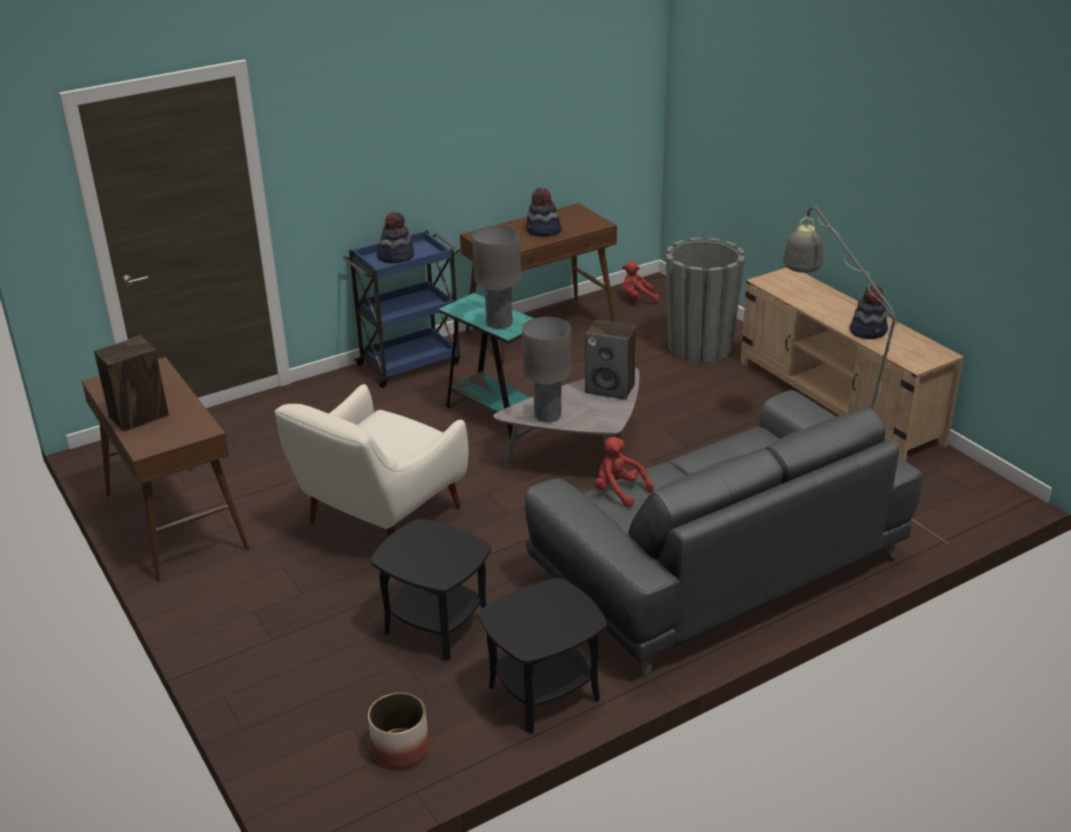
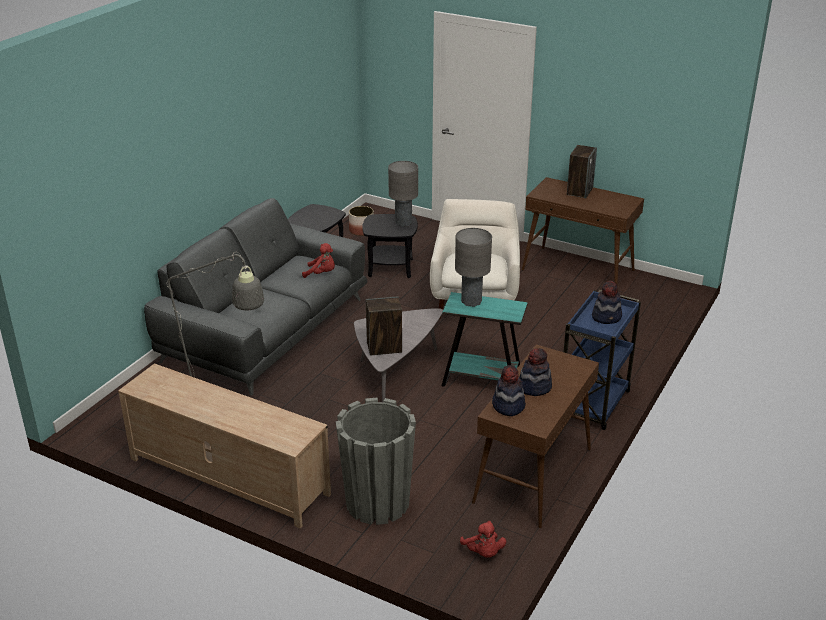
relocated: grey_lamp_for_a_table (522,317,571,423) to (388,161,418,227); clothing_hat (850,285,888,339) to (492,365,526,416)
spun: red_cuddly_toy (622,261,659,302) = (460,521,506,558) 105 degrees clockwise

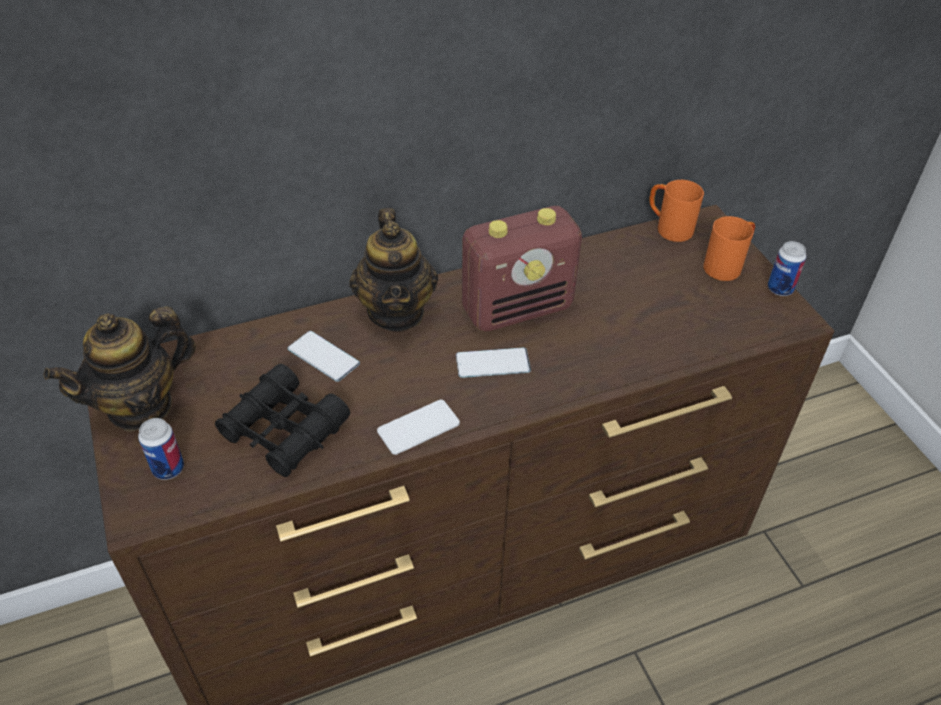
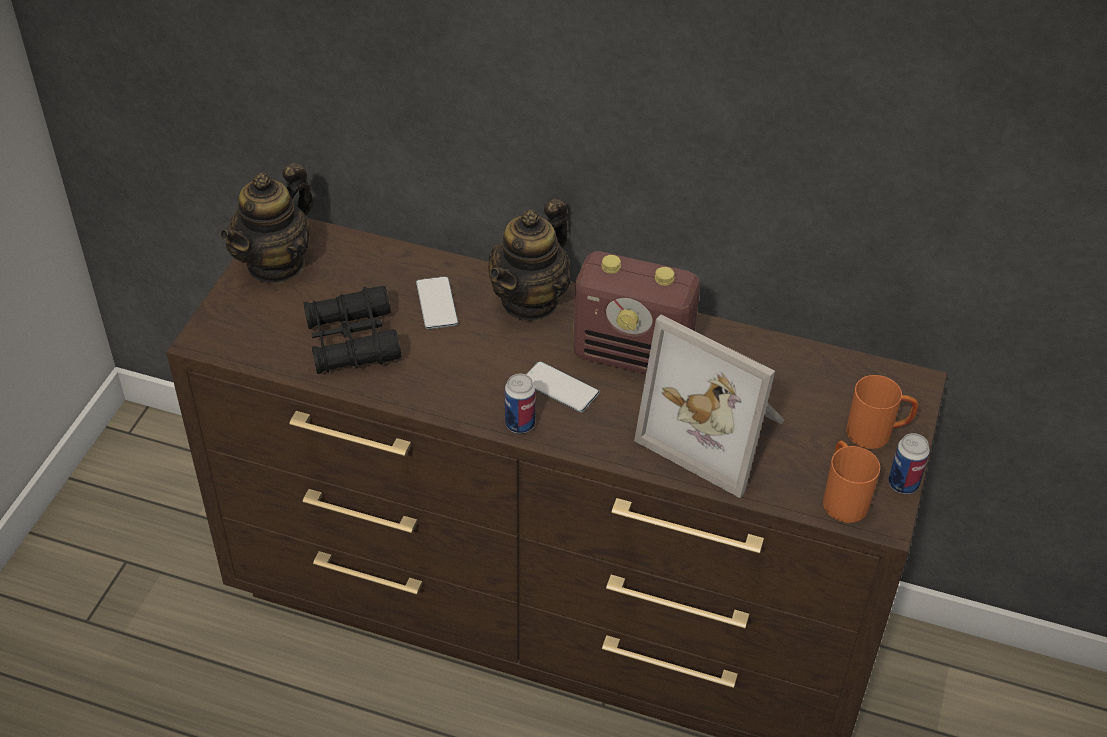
missing: handset (377,400,460,455)
appeared: picture_frame (634,315,785,498)
relocated: metal_can (138,418,184,480) to (505,374,536,433); orange_tea_mug (649,180,704,242) to (823,441,880,523)
spun: pot_for_tea (44,306,196,432) = (220,163,313,284) 60 degrees counterclockwise

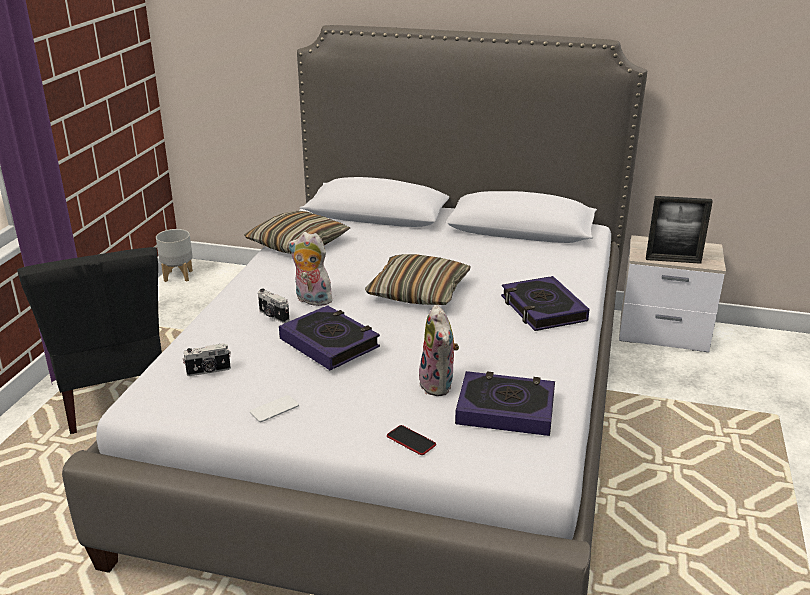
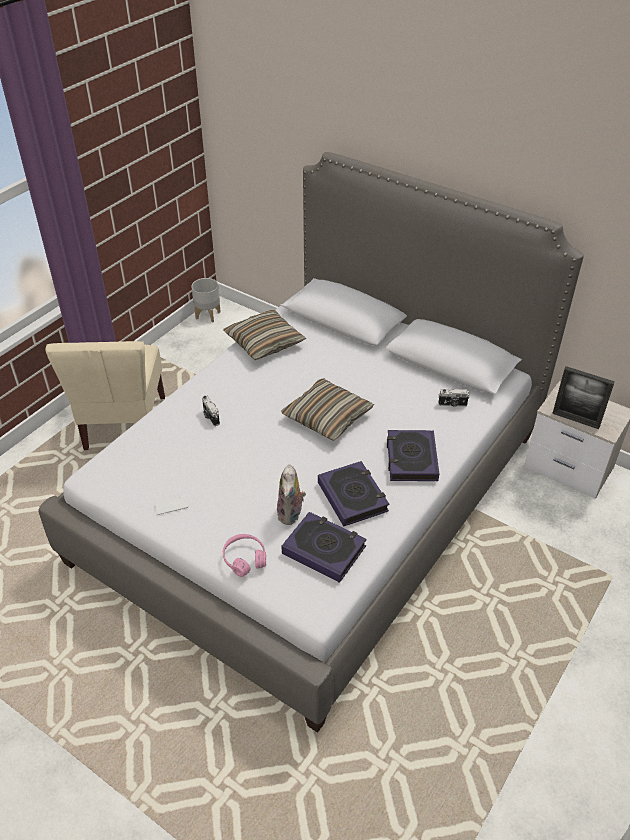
missing: cuddly_toy (288,232,332,306)
relocated: still_camera (183,343,231,376) to (439,389,470,407); book (279,305,380,370) to (318,461,390,527)
exchanged: handset (387,425,436,455) to pinkish_pair_of_headphones (223,534,266,577)
colour: black_upright_chair (17,247,162,434) to beige-coloured_upright_chair (46,341,165,450)

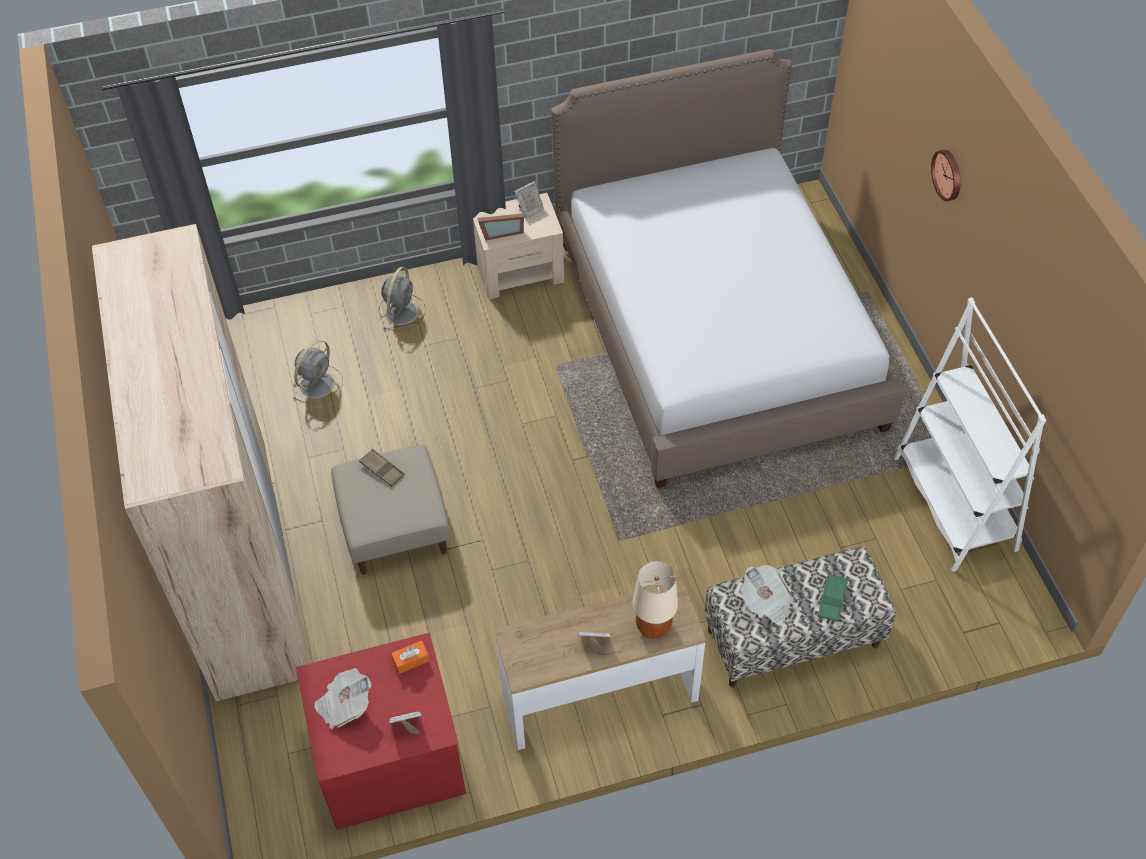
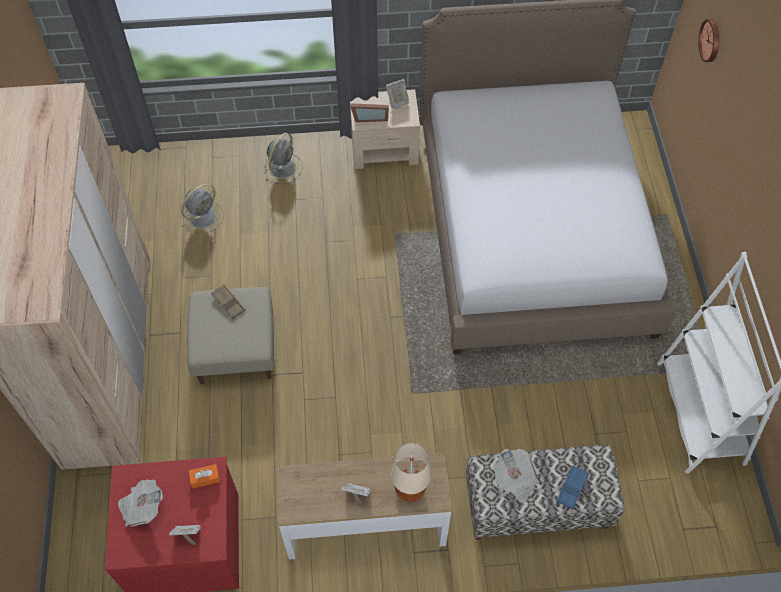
relocated: clock_on_the_wall (931,150,961,201) to (698,19,719,62)
colour: green-coloured_carrying_tray (818,574,848,622) to blue-coloured_carrying_tray (556,465,589,509)

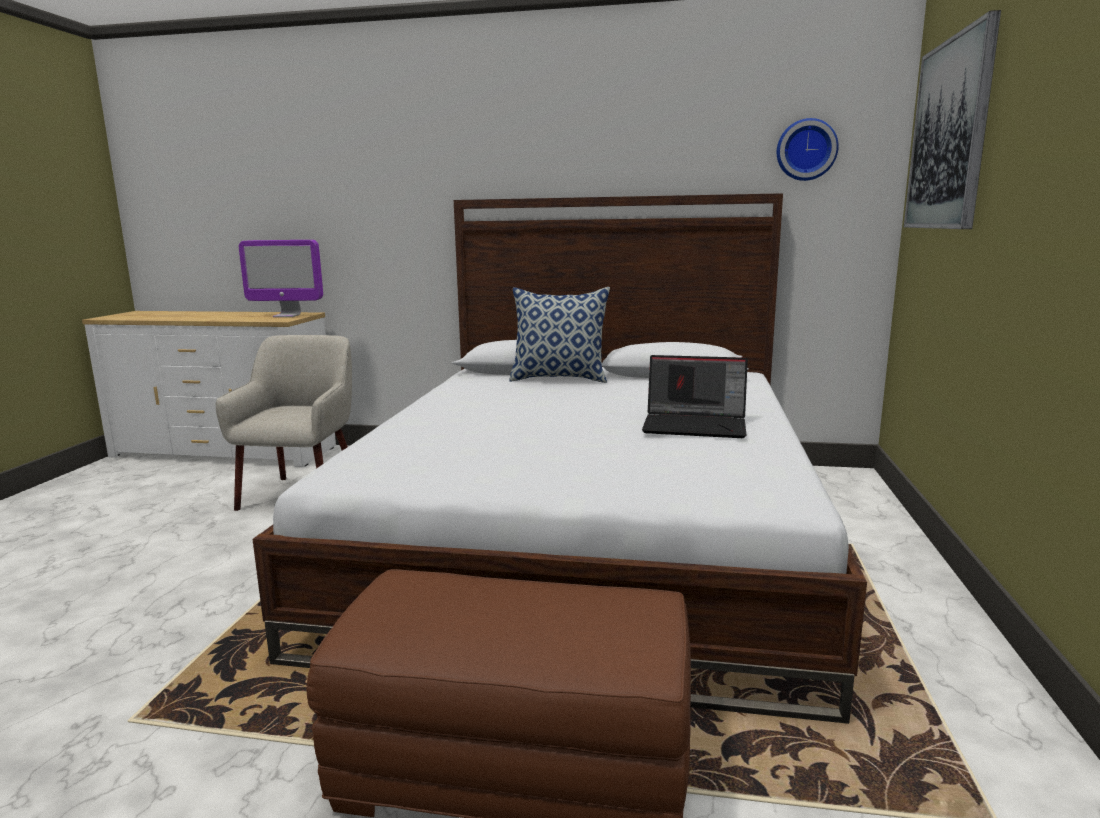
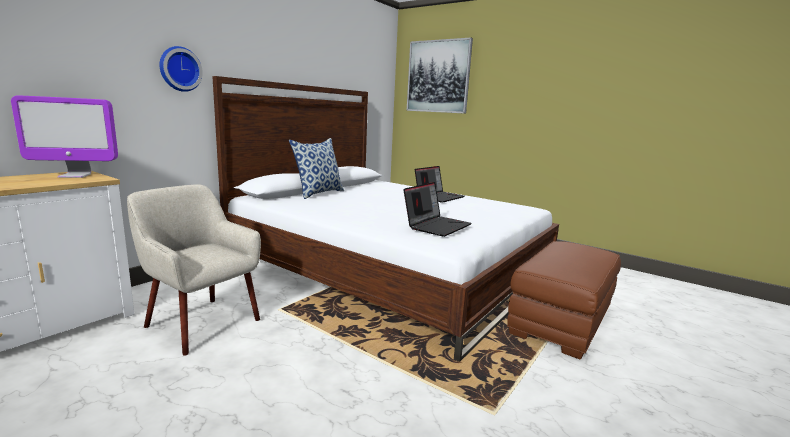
appeared: portable_computer (403,182,472,237)
relocated: clock_on_the_wall (777,118,839,181) to (159,46,203,92)
spun: monitor (239,240,323,317) = (11,95,118,178) 45 degrees clockwise

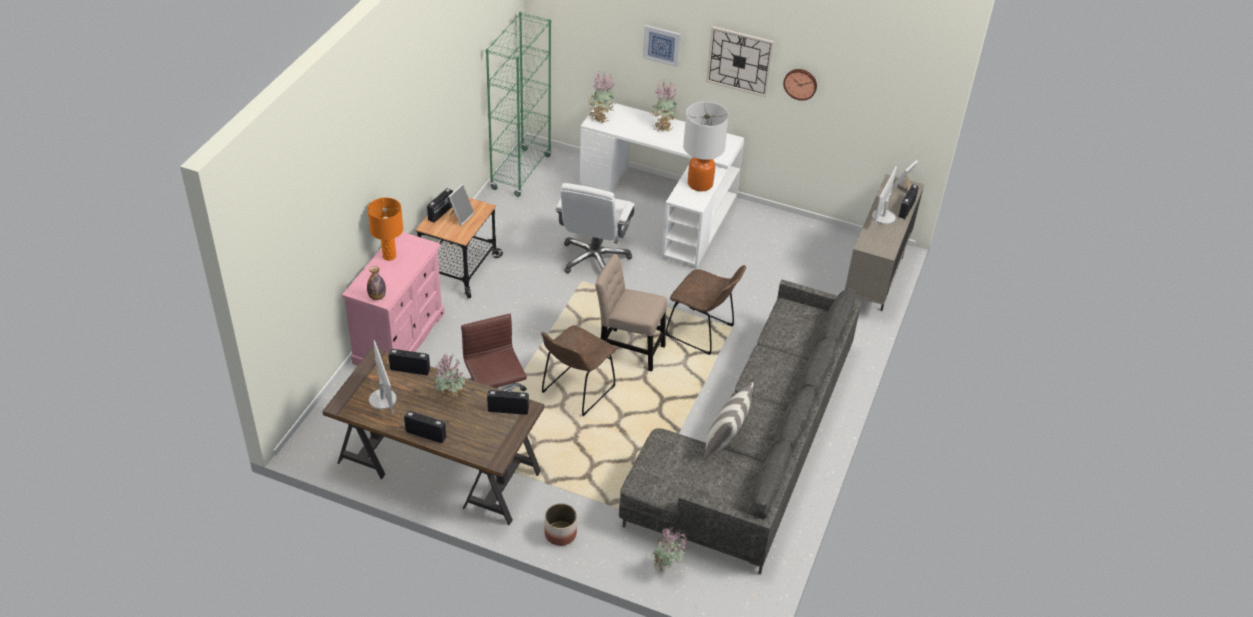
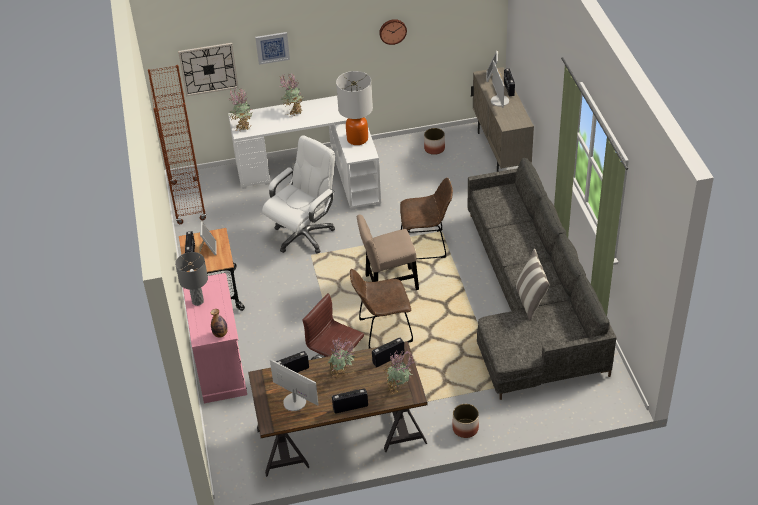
appeared: flower_pot (424,128,445,155)
relocated: plant_in_a_pot (651,526,687,571) to (383,350,415,392); clock_on_the_wall (706,26,774,97) to (178,43,239,97)
colour: orange_lamp_for_a_table (368,198,403,261) to grey_lamp_for_a_table (175,252,208,306); green-coloured_bookshelf (486,12,551,197) to brownish_bookshelf (148,65,207,224)
spun: brownish_upright_chair (541,326,616,416) = (350,269,413,349) 75 degrees clockwise; white_desk_chair (555,183,635,273) = (262,136,335,253) 120 degrees counterclockwise

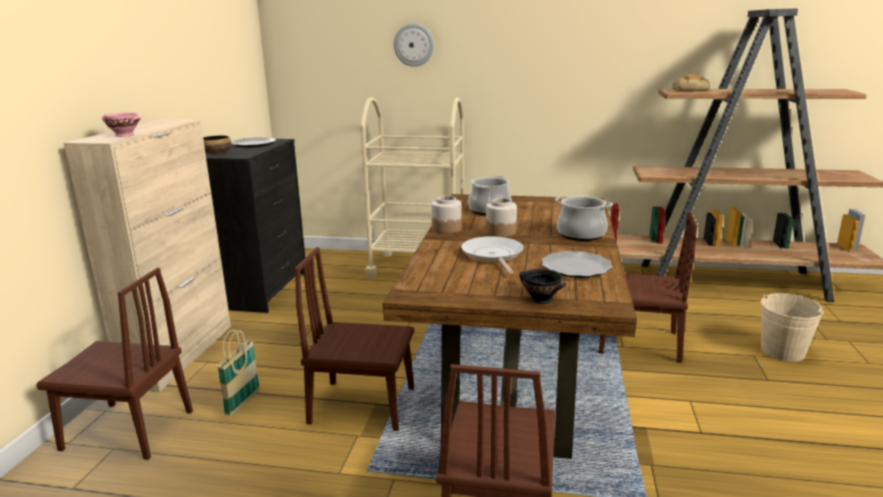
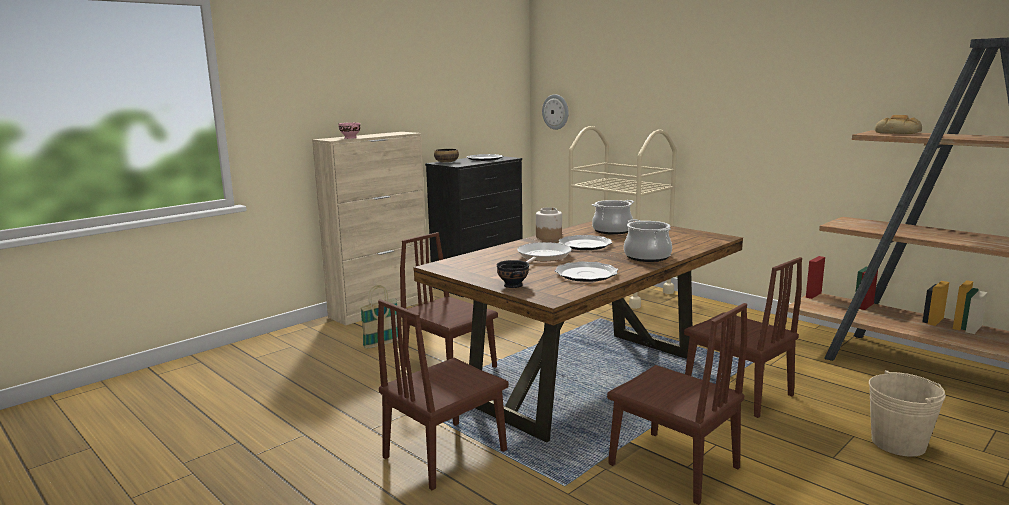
relocated: brownish_upright_chair (36,268,193,460) to (607,303,747,505); clock_on_the_wall (394,23,434,67) to (542,94,569,130)
exchanged: jar (486,198,517,237) to plate (559,235,612,250)

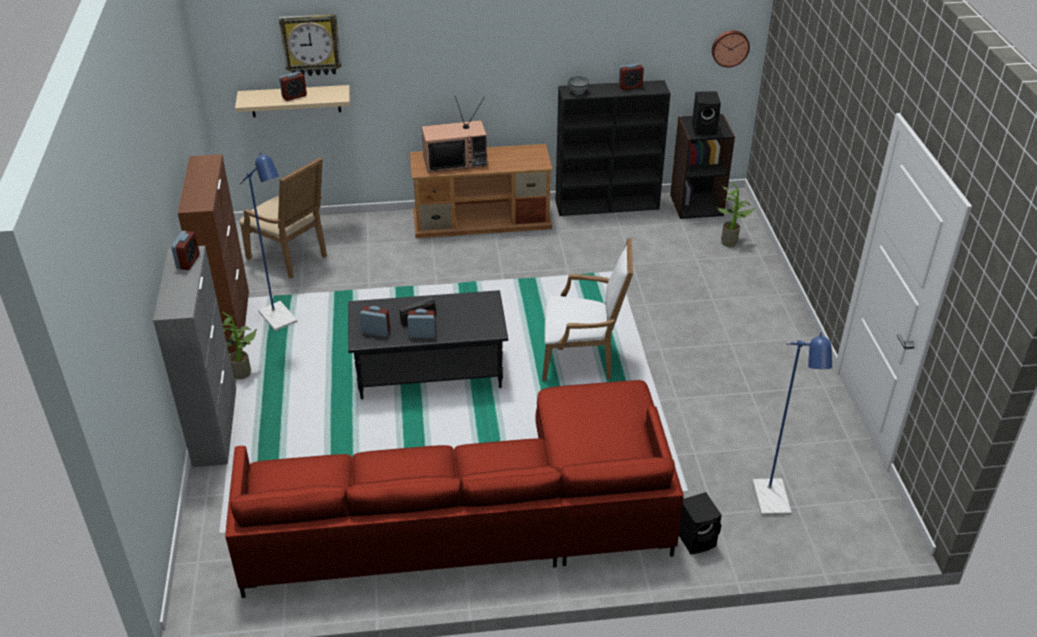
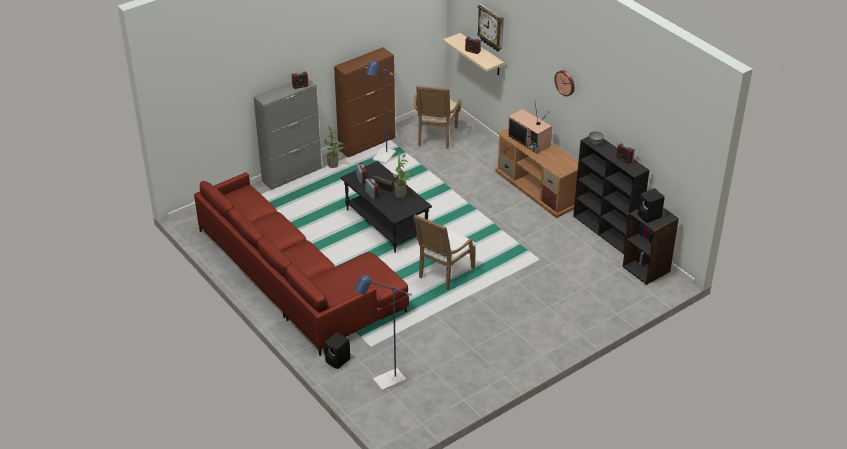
relocated: clock_on_the_wall (712,30,750,67) to (554,70,575,96); plant_in_a_pot (715,182,755,247) to (393,152,412,198)
spun: white_easy_chair (542,238,633,381) = (413,214,476,290) 60 degrees clockwise

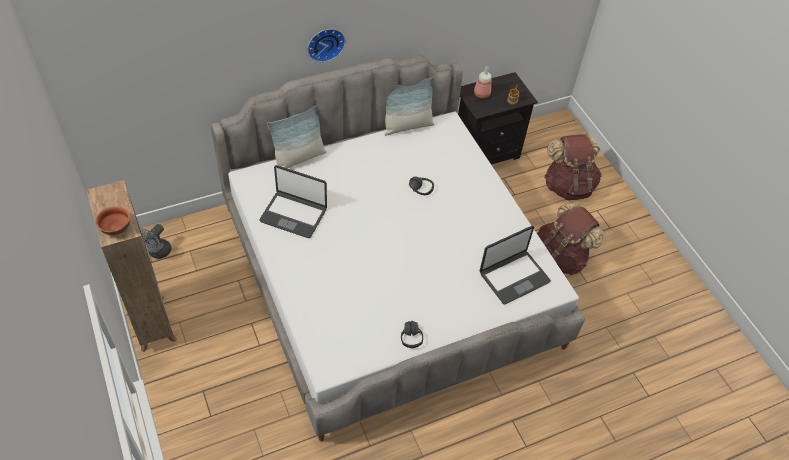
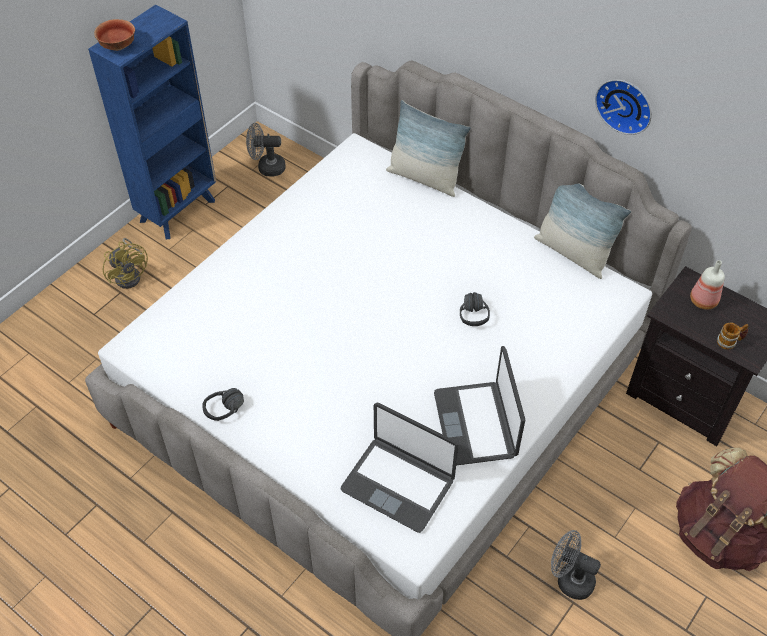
appeared: yellow-coloured_cooling_fan (103,238,148,289)
relocated: portable_computer (259,165,327,238) to (434,346,525,465); clock_on_the_wall (307,29,346,62) to (595,79,652,135)
exchanged: brownish_knapsack (537,203,605,275) to grey_cooling_fan (551,530,601,600)
colour: brownish_bookshelf (87,180,177,352) to blue-coloured_bookshelf (88,5,216,239)

